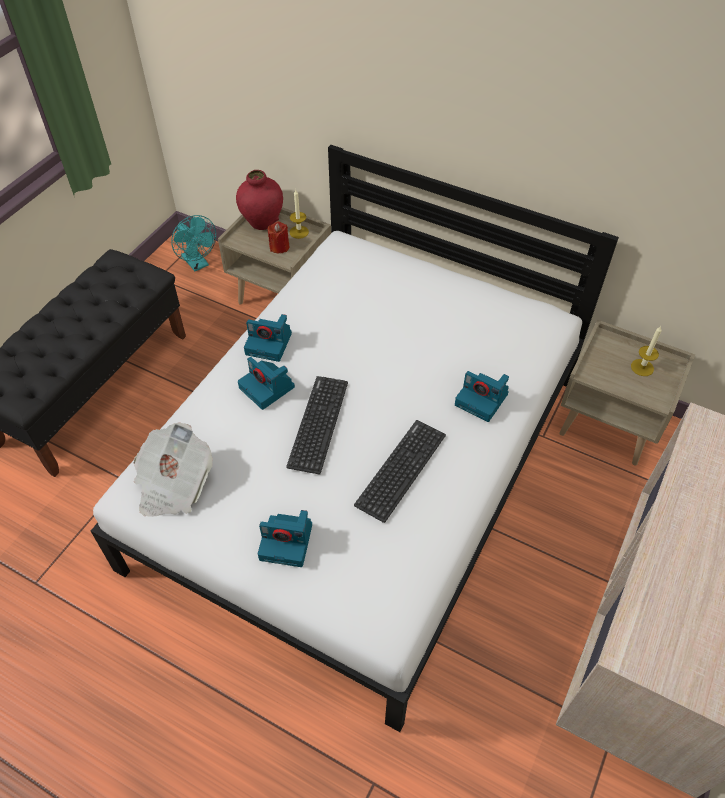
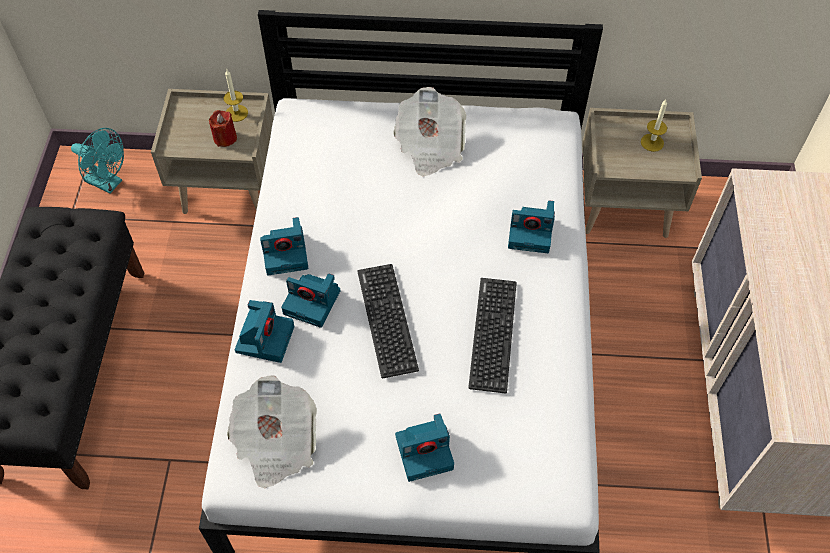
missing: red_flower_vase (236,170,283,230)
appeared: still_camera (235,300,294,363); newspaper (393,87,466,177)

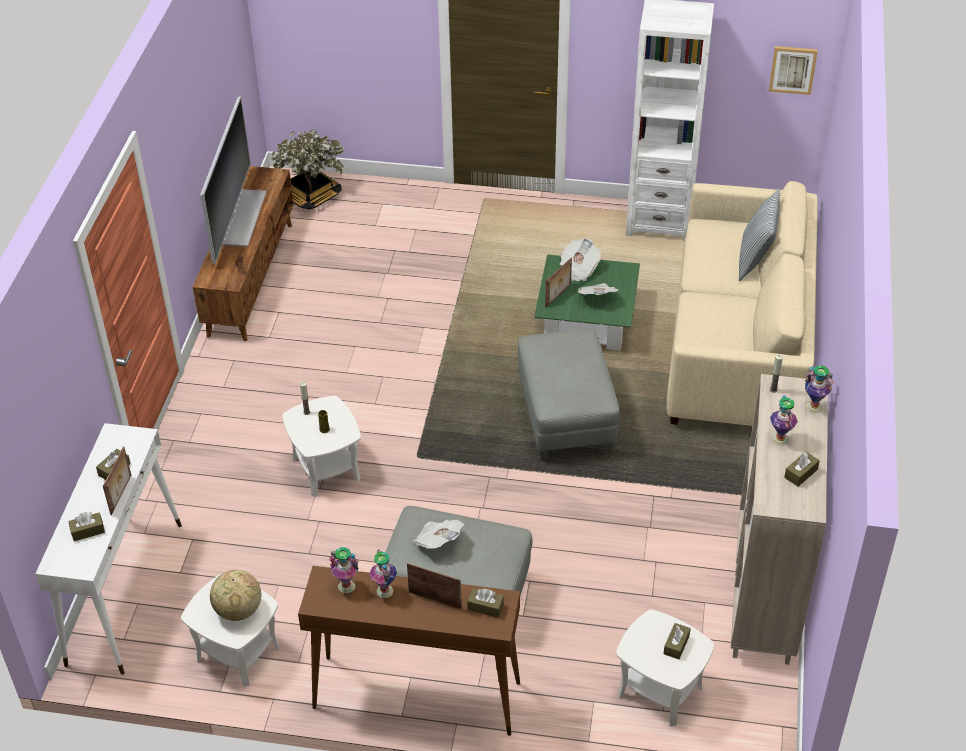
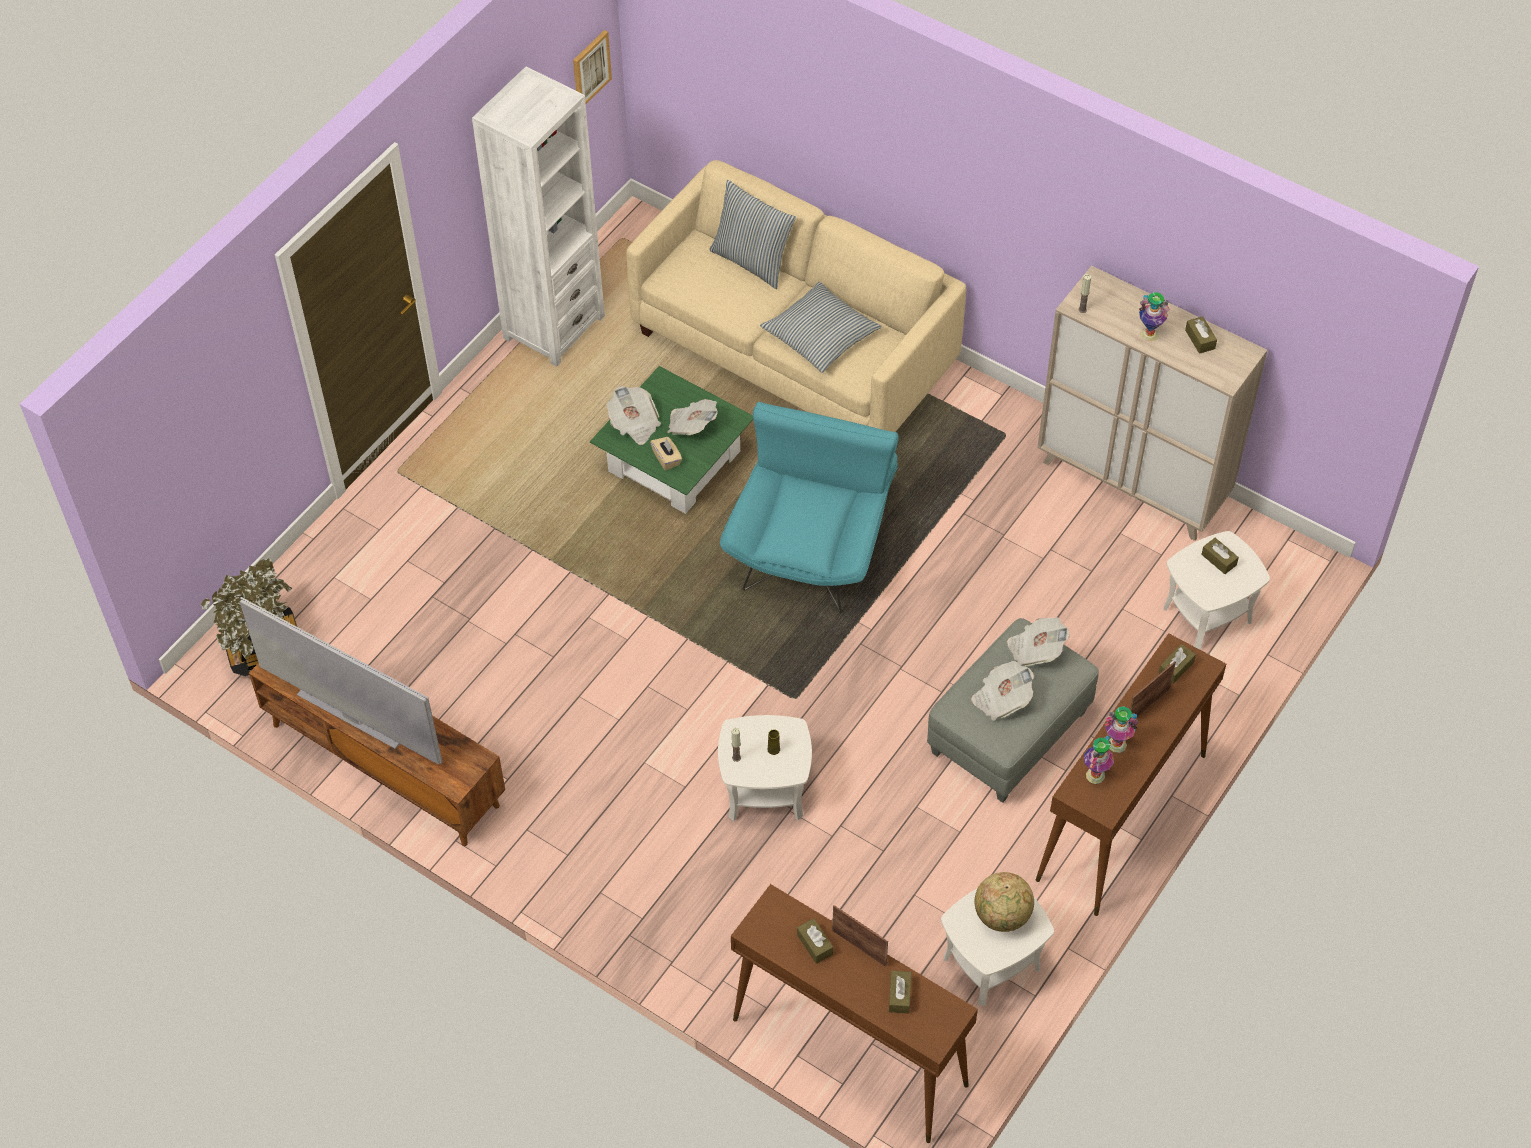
missing: flower_vase (805,365,834,413)
appeared: pillow (760,282,882,373); newspaper (1007,617,1070,666)
exchanged: grey_footrest (518,329,620,460) to turquoise_easy_chair (720,402,899,614); picture_frame (545,258,572,308) to beige-coloured_box_of_tissues (650,437,682,470)
colour: white_narrow_table (35,423,182,675) to brownish_narrow_table (731,884,978,1143)

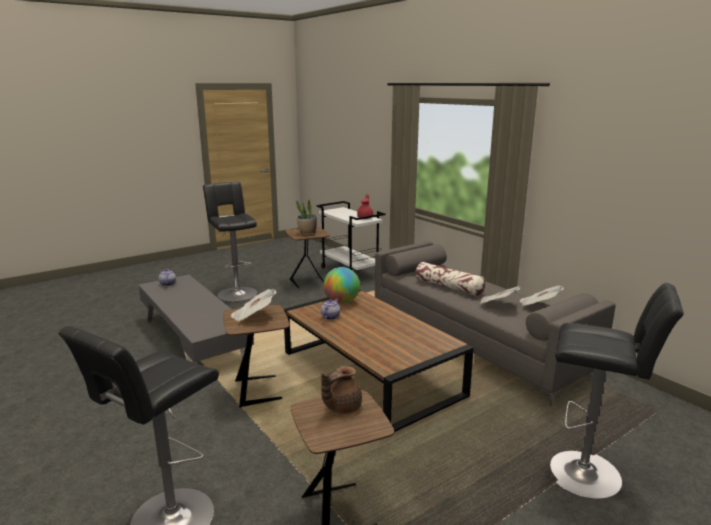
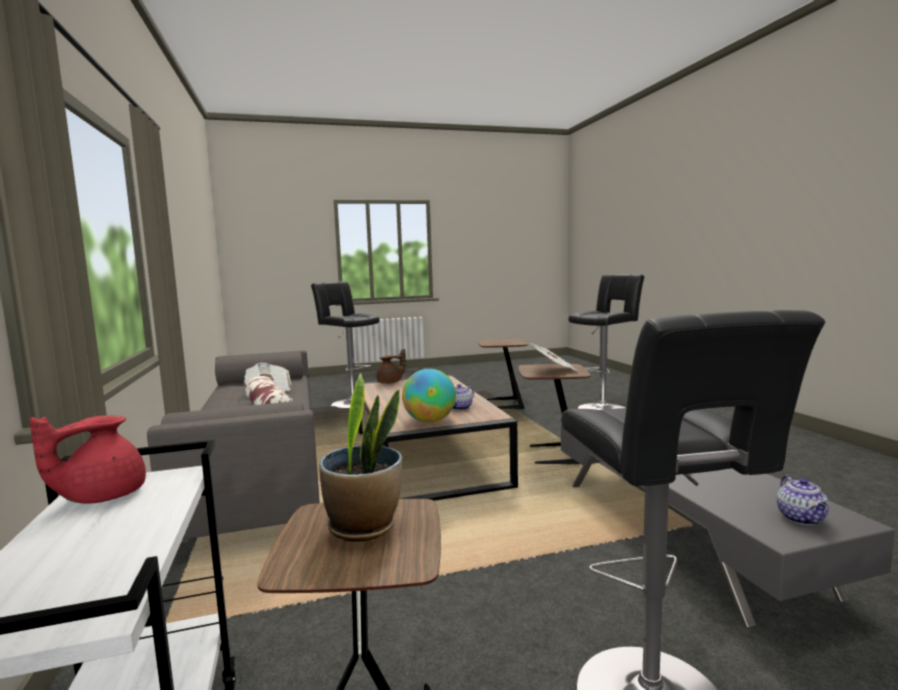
missing: newspaper (520,285,564,306)
relocated: brownish_pot_for_tea (321,366,362,414) to (377,349,406,384)

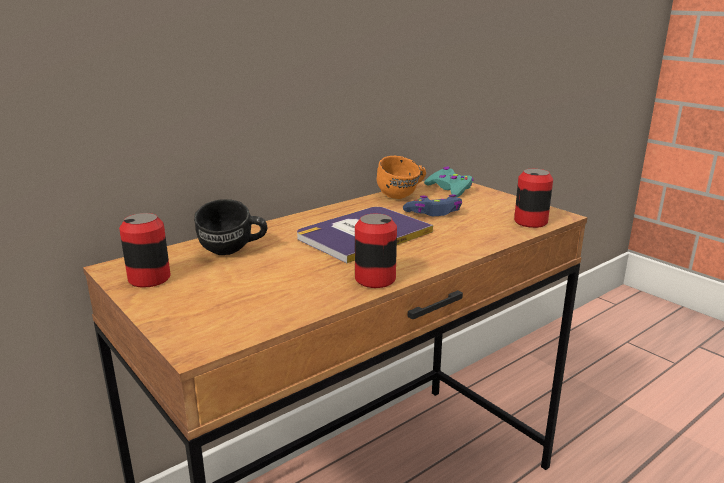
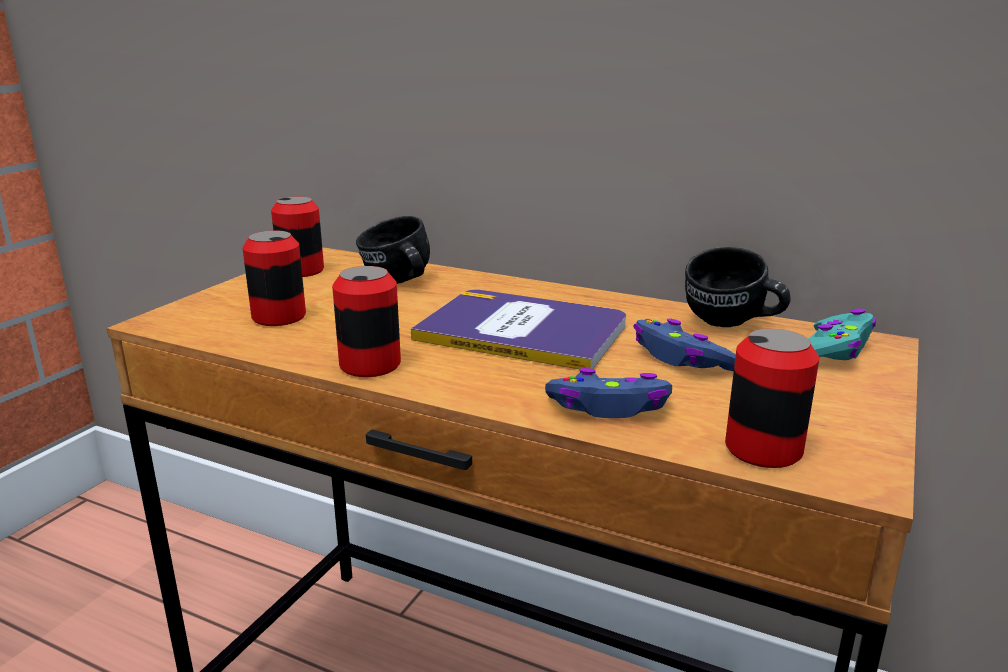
appeared: metal_can (242,230,306,326); blue-coloured_game_controller (545,368,672,418)
colour: orange_tea_mug (377,156,426,199) to black_tea_mug (685,247,791,327)

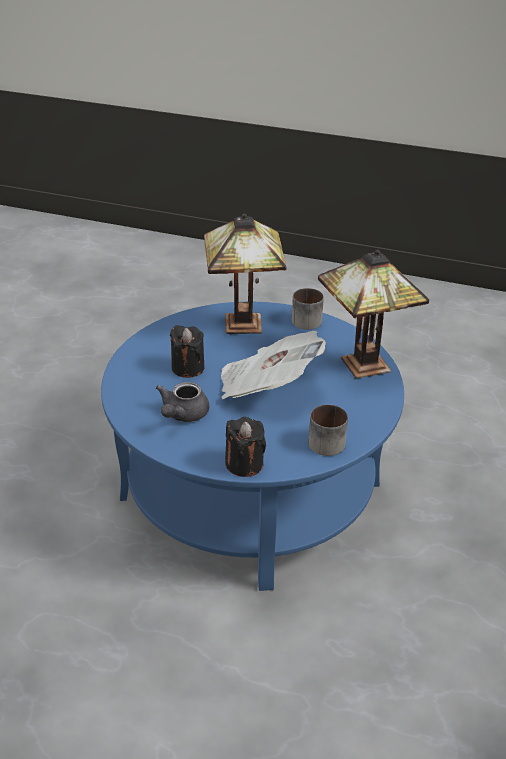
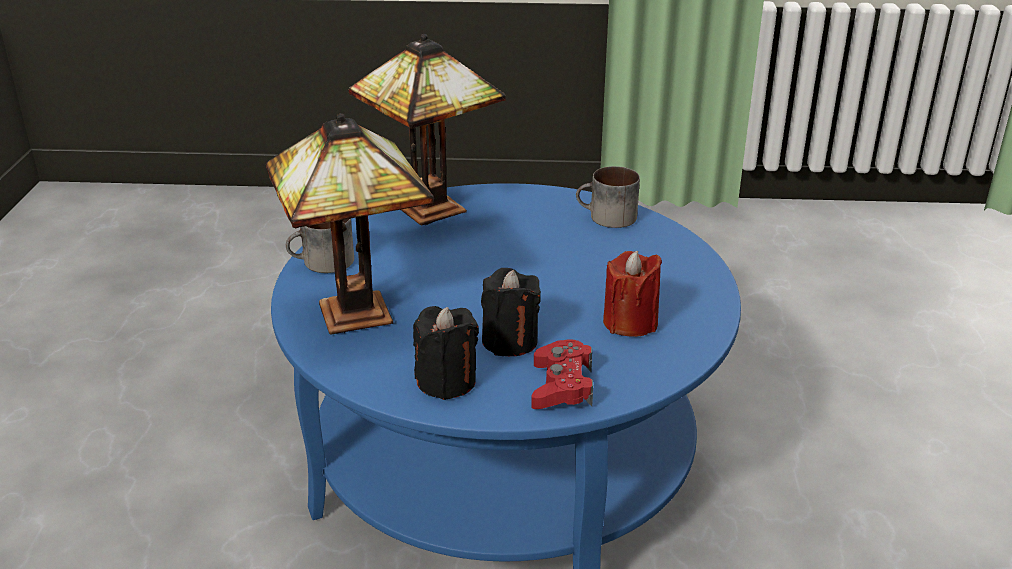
missing: newspaper (221,331,326,399)
appeared: red_game_controller (531,340,593,409)
relocated: black_wax_light (225,417,266,477) to (413,306,479,400)
exchanged: grey_pot_for_tea (156,382,209,422) to red_wax_light (603,251,662,337)

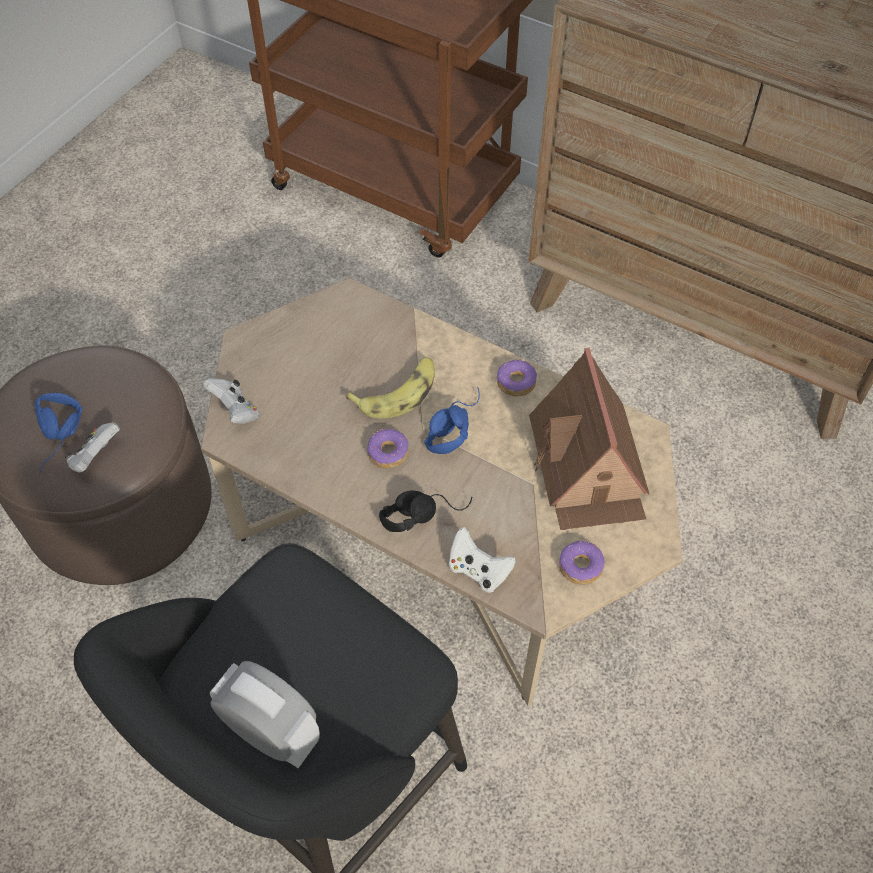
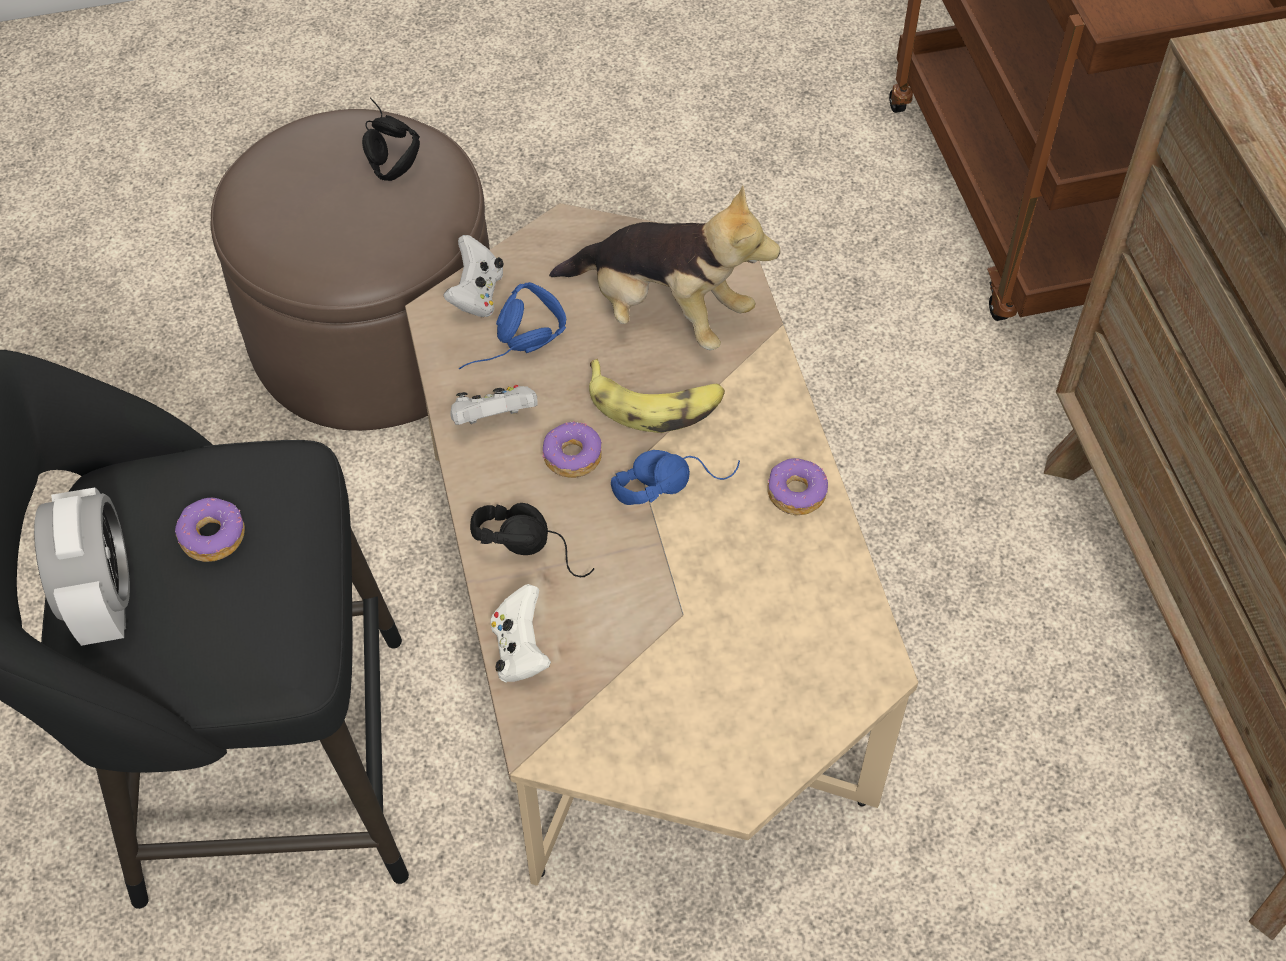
missing: toy_house (529,348,649,530)
appeared: black_pair_of_headphones (362,97,420,181); cuddly_toy (549,185,780,350)
relocated: blue-coloured_pair_of_headphones (35,393,82,472) to (459,282,566,369); white_game_controller (65,422,120,473) to (450,385,538,425); doughnut (559,540,605,584) to (175,498,245,562)

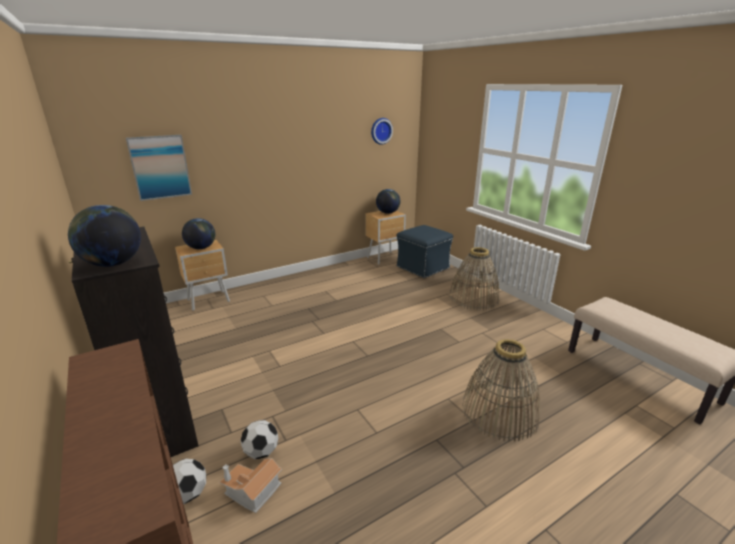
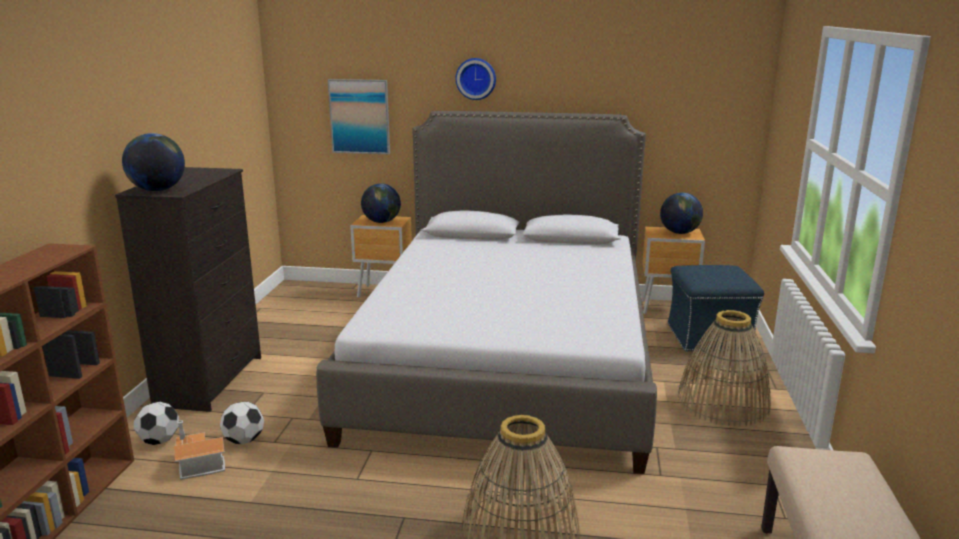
appeared: bedroom_bed (316,111,657,474)
relocated: clock_on_the_wall (371,118,393,145) to (456,58,496,100)

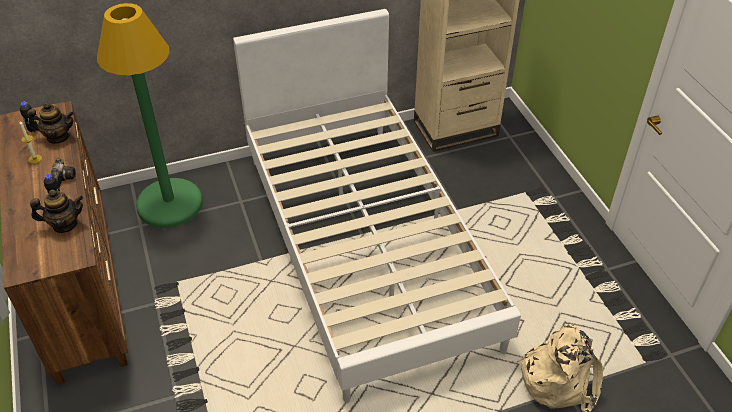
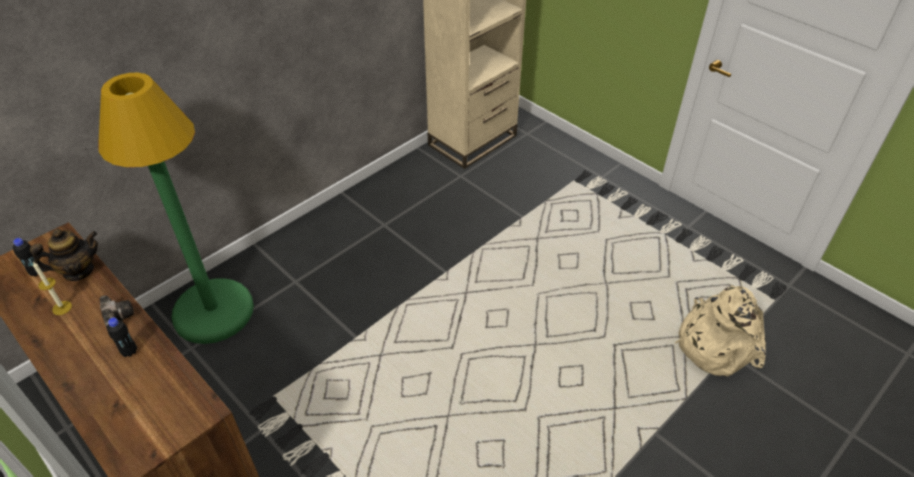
missing: pot_for_tea (30,189,84,233); white_bedroom_bed (233,9,521,403)

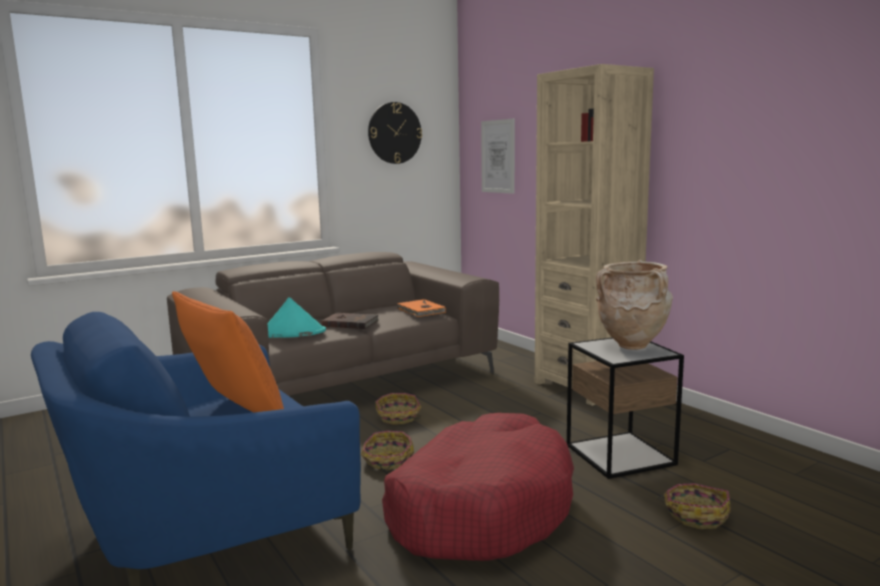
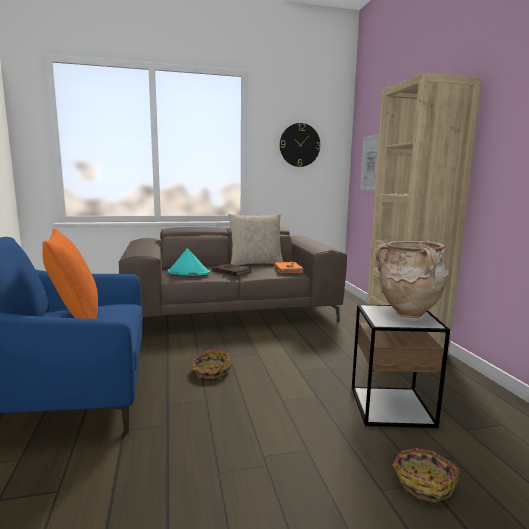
missing: basket (376,393,422,425); red_pet_bed (382,413,574,561)
appeared: beige-coloured_pillow (228,213,283,265)

